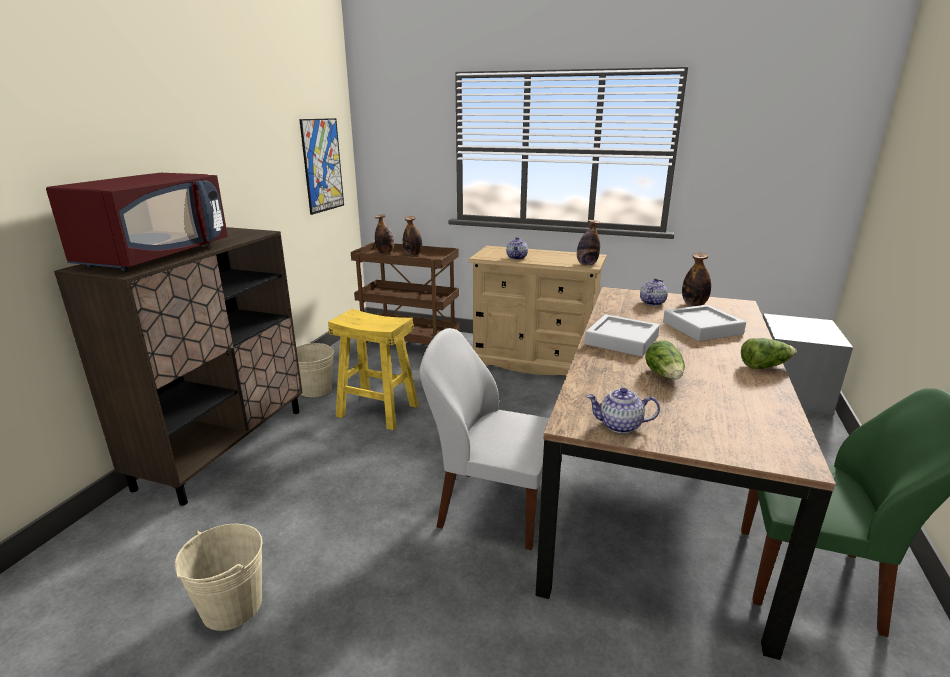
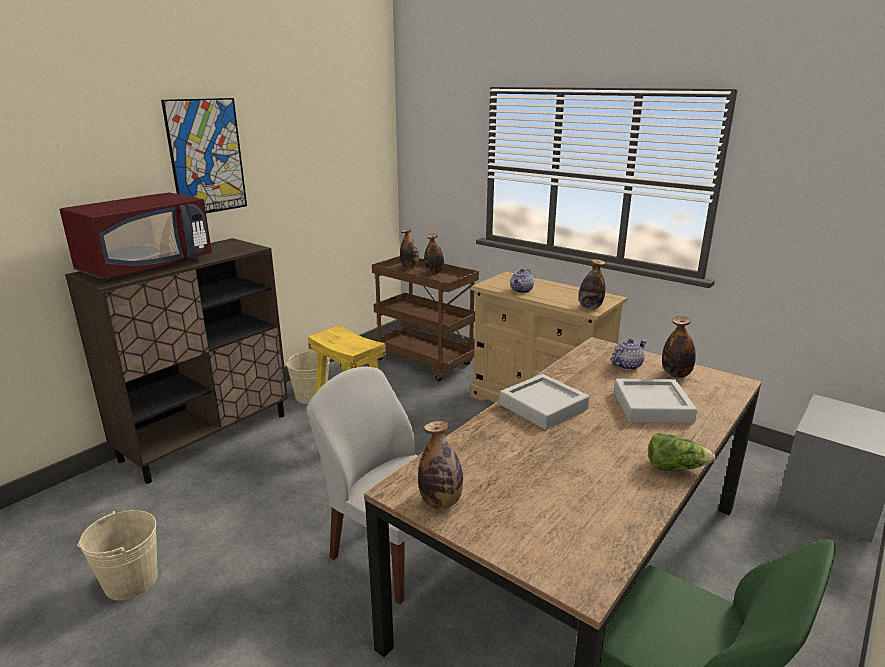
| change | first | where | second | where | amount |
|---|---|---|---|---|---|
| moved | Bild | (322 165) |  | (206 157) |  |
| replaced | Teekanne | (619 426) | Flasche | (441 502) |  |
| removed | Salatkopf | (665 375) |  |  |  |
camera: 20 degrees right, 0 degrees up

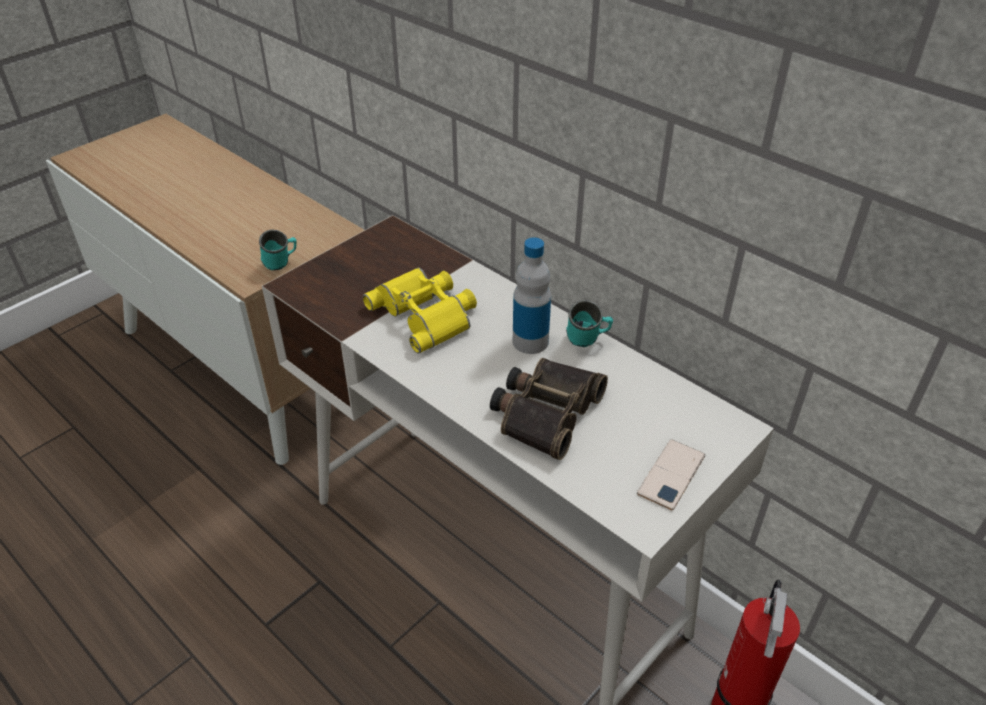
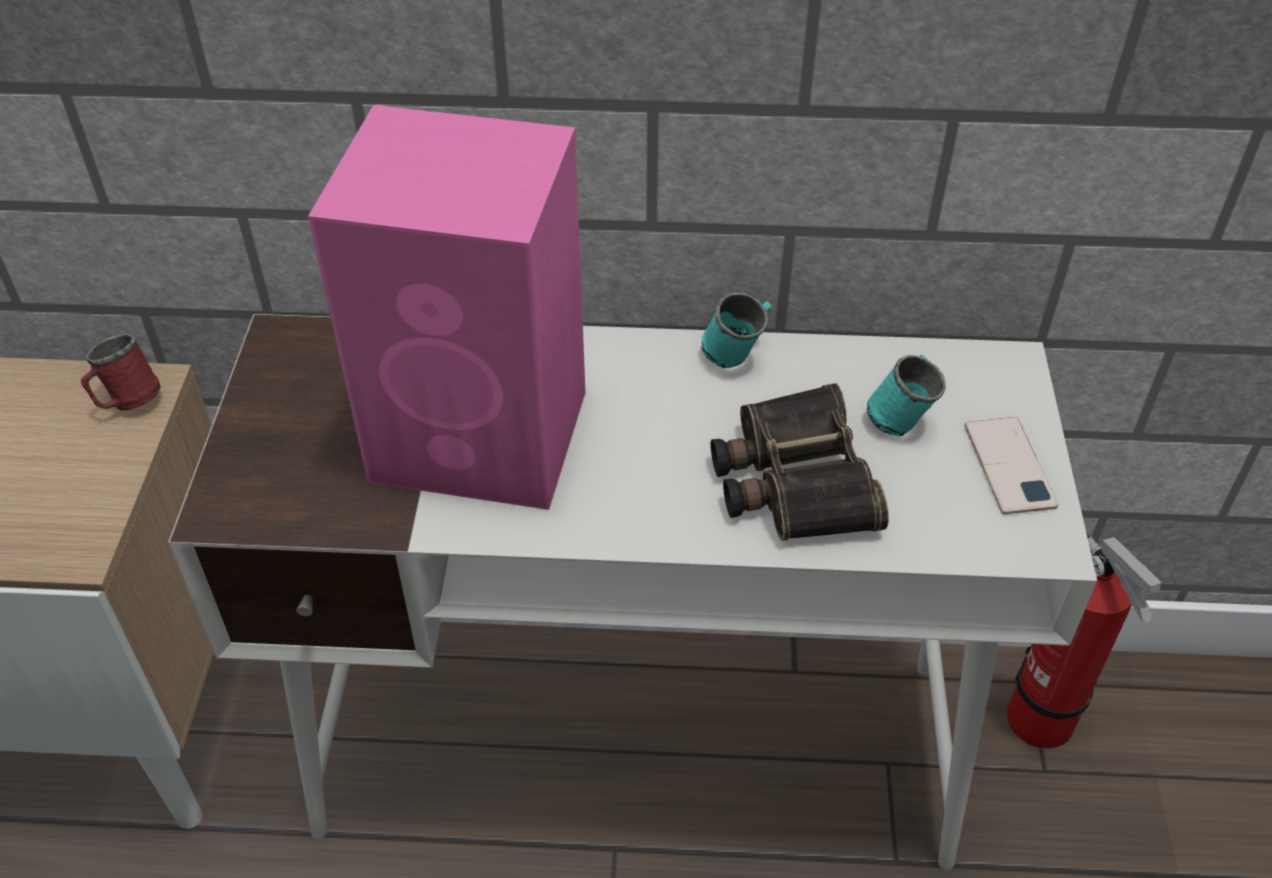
| change | first | where | second | where | amount |
|---|---|---|---|---|---|
| added |  |  | Henkelbecher [rot] | (127 402) |  |
| replaced | Fernglas [gelb] | (426 314) | Lautsprecher [rosa] | (485 437) |  |
| moved | Henkelbecher [türkis] | (282 265) |  | (901 417) |  |
| removed | Flasche | (530 341) |  |  |  |
camera: 40 degrees left, 5 degrees up

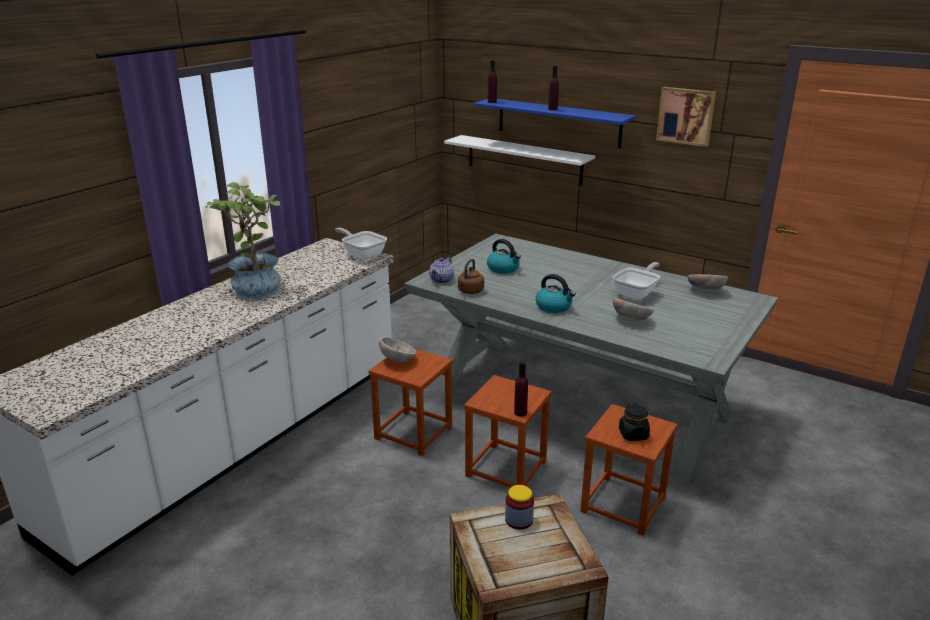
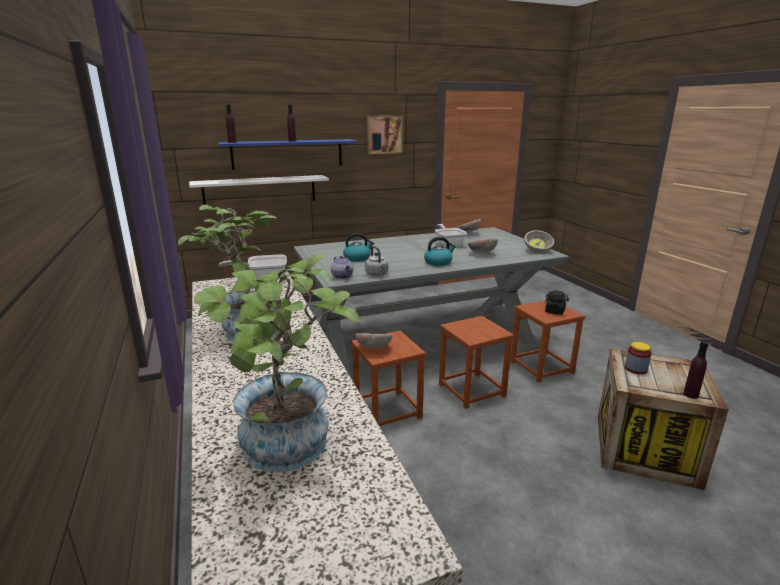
| change | first | where | second | where | amount |
|---|---|---|---|---|---|
| added |  |  | Topfpflanze | (287 452) |  |
| recoloured | Wasserkessel [braun] | (470 291) | Wasserkessel [grau] | (377 274) |  |
| added |  |  | Schüssel | (538 251) |  |
| moved | Flasche [lila] | (520 412) |  | (690 395) |  |
camera: 55 degrees left, 5 degrees down

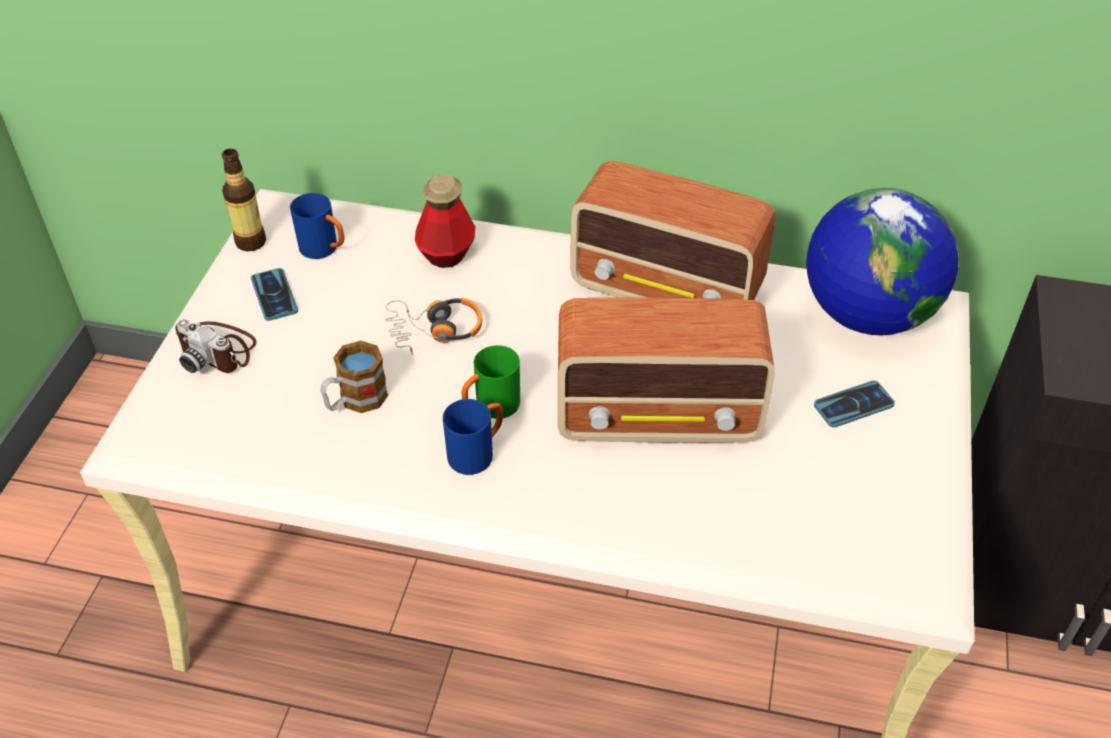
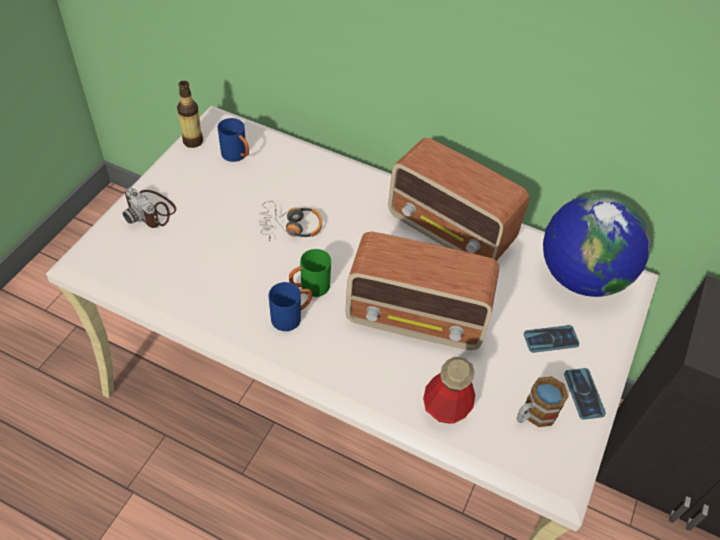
| change | first | where | second | where | amount |
|---|---|---|---|---|---|
| moved | Flasche | (446 254) |  | (446 407) |  |
| moved | Henkelbecher | (355 400) |  | (534 415) |  |
| moved | Handy | (274 295) |  | (584 394) |  |
camera: 10 degrees right, 5 degrees up

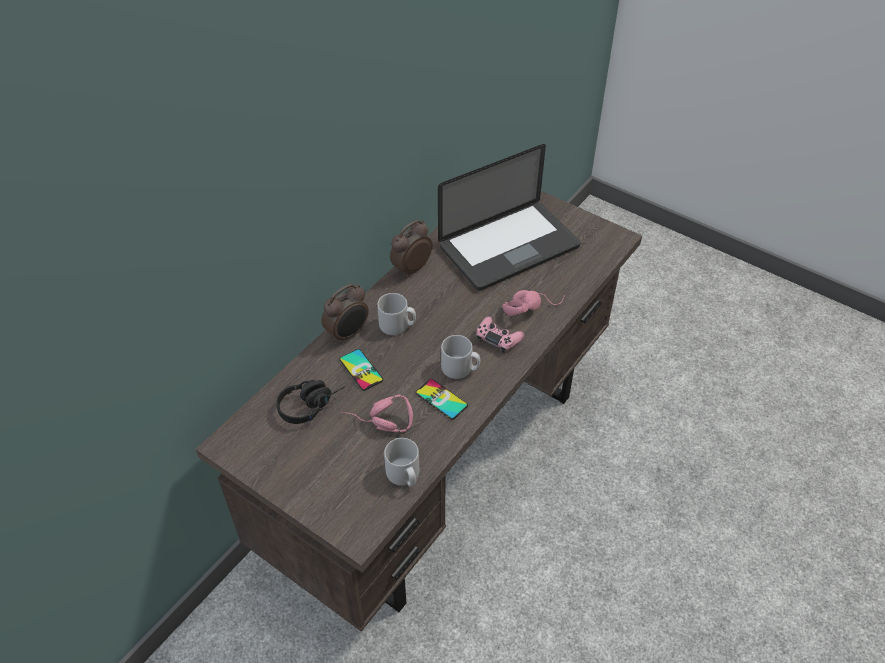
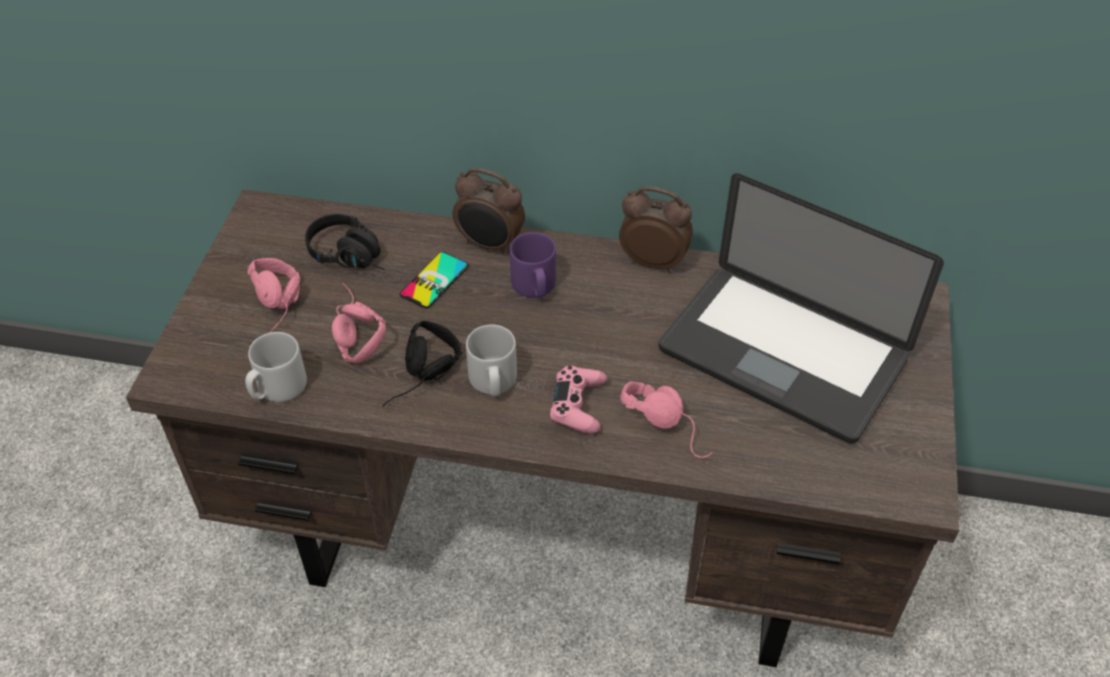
| change | first | where | second | where | amount |
|---|---|---|---|---|---|
| added |  |  | Kopfhörer [rosa] | (283 310) |  |
| replaced | Handy | (441 399) | Kopfhörer [schwarz] | (425 381) |  |
| recoloured | Henkelbecher [grau] | (397 325) | Henkelbecher [lila] | (534 287) |  |
camera: 65 degrees right, 0 degrees up

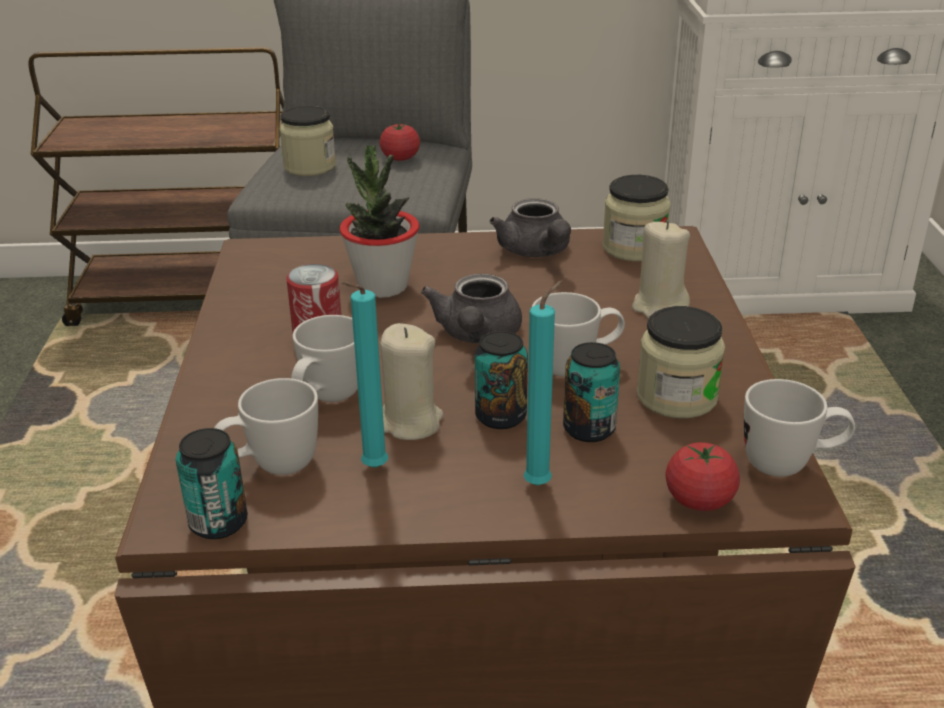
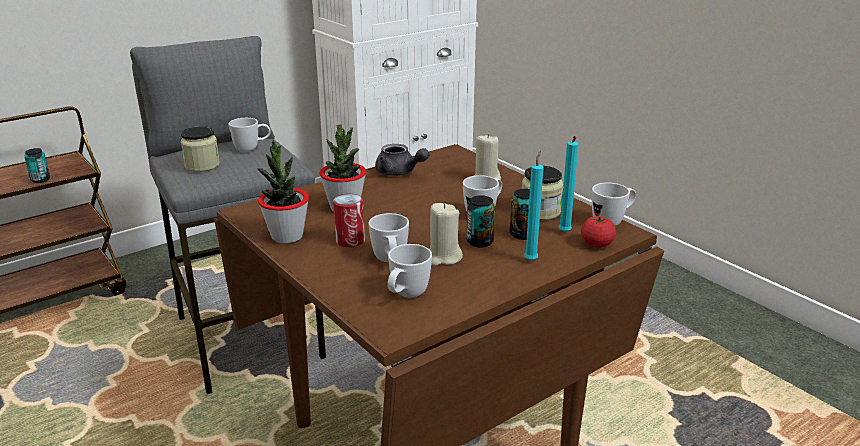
| change | first | where | second | where | amount |
|---|---|---|---|---|---|
| moved | Dose | (218 523) |  | (40 179) |  |
| replaced | Tomate | (400 158) | Henkelbecher [weiß] | (252 149) |  |
| added |  |  | Topfpflanze | (287 236) |  |
| moved | Kerze [türkis] | (371 469) |  | (564 233) |  |
| removed | Teekanne [grau] | (476 336) |  |  |  |
| removed | Vorratsglas | (634 248) |  |  |  |
camera: 35 degrees left, 5 degrees down

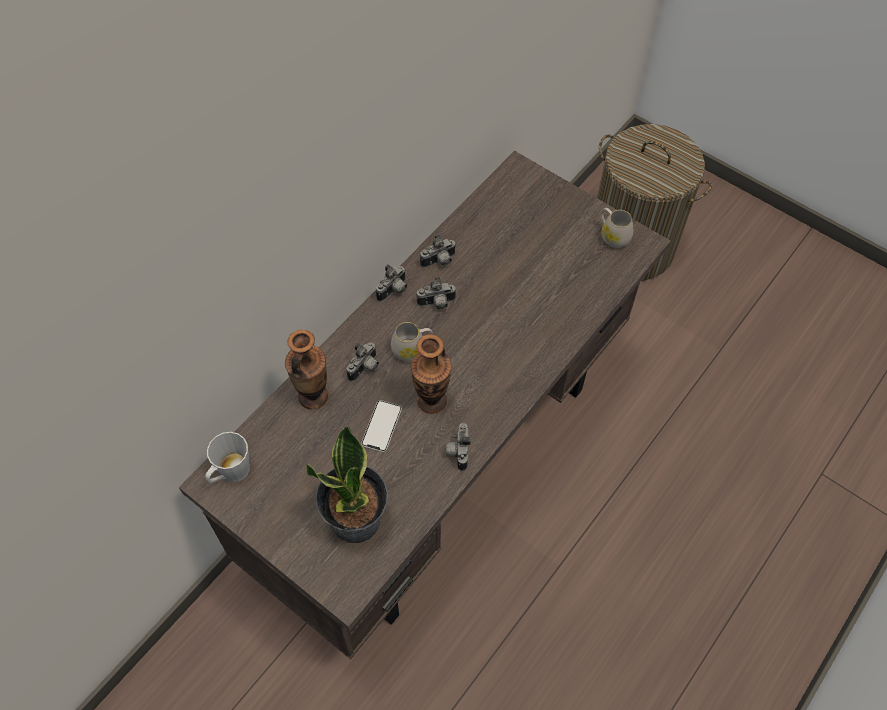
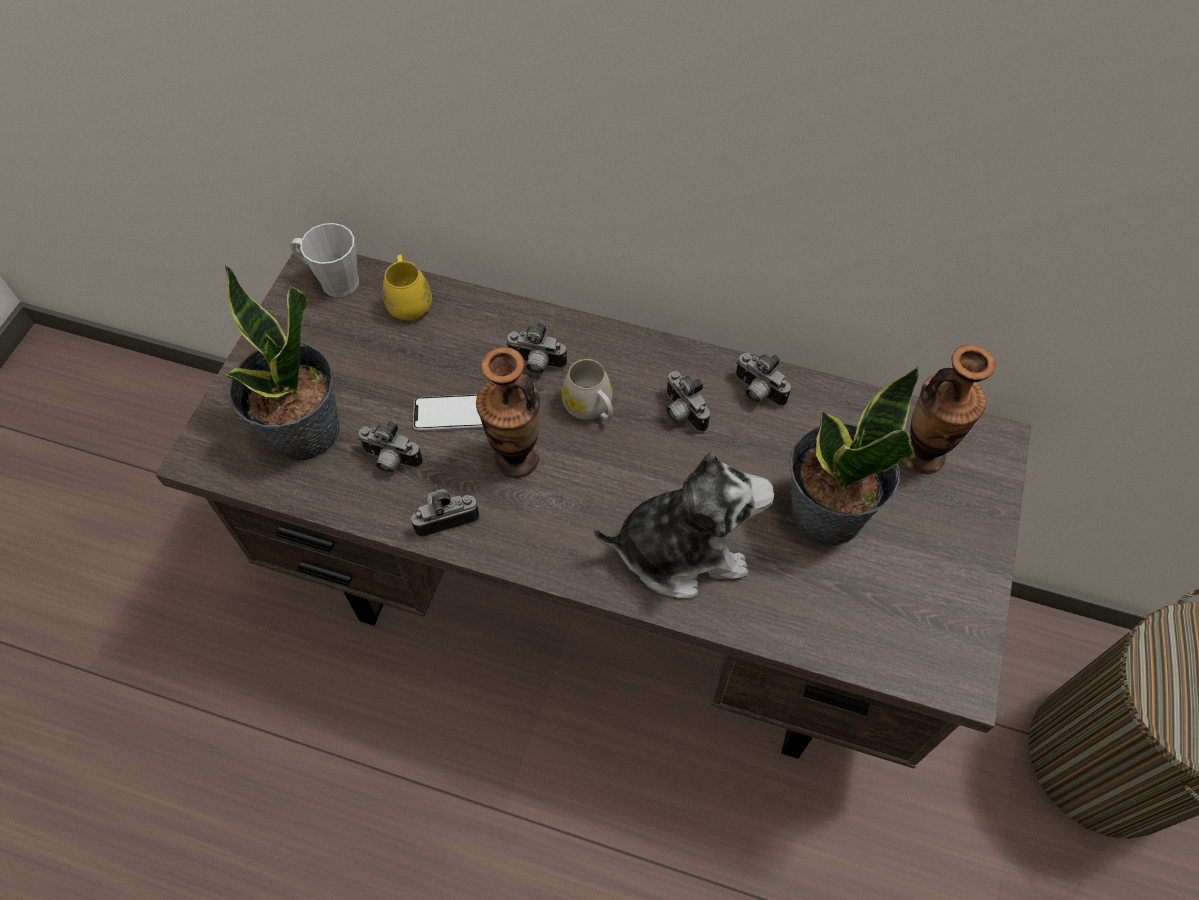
| change | first | where | second | where | amount |
|---|---|---|---|---|---|
| moved | Kamera | (394 291) |  | (390 461) |  |
| added |  |  | Henkelbecher [gelb] | (409 301) |  |
| added |  |  | Plüschtier | (681 548) |  |
| added |  |  | Topfpflanze | (825 513) |  |
| moved | Vase | (313 396) |  | (922 455) |  |
| removed | Henkelbecher [weiß] | (612 235) |  |  |  |
camera: 70 degrees right, 0 degrees up

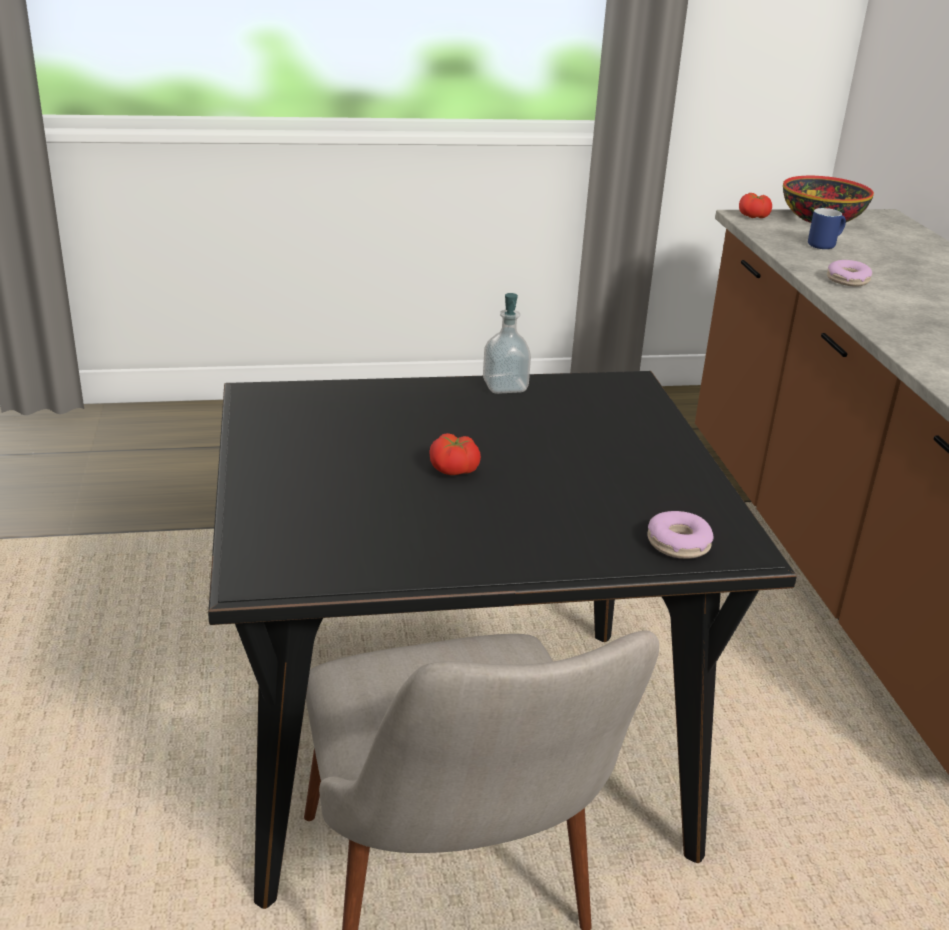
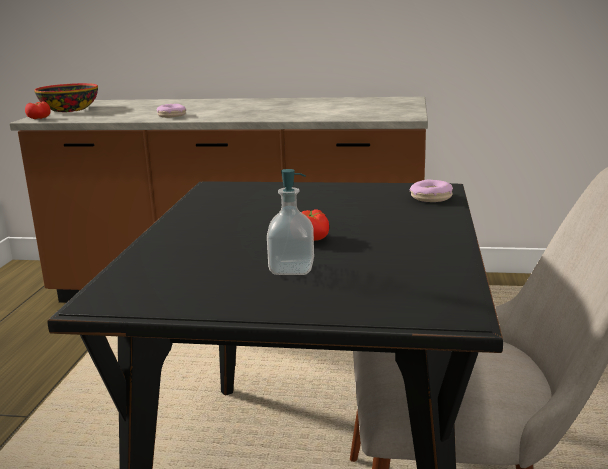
| change | first | where | second | where | amount |
|---|---|---|---|---|---|
| moved | Seifenspender | (505 386) |  | (291 269) |  |
| removed | Henkelbecher [blau] | (823 244) |  |  |  |
camera: 70 degrees left, 10 degrees down

